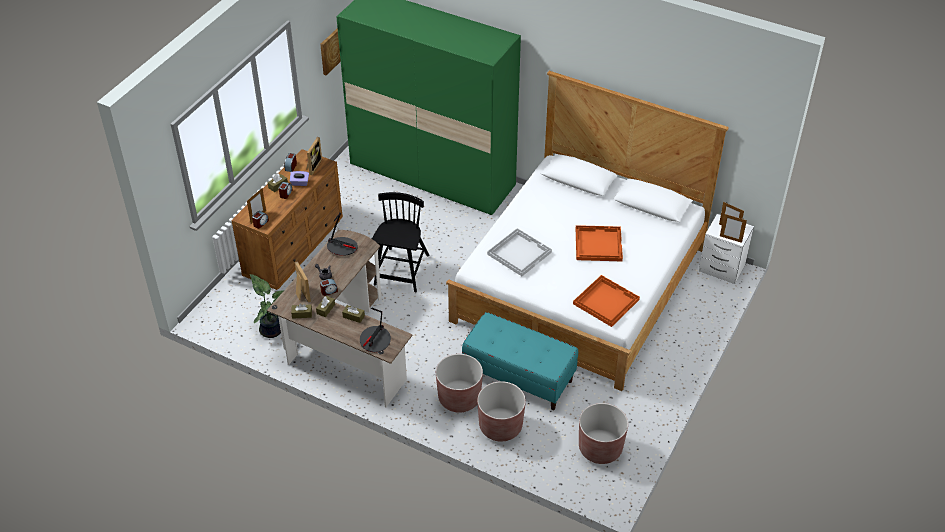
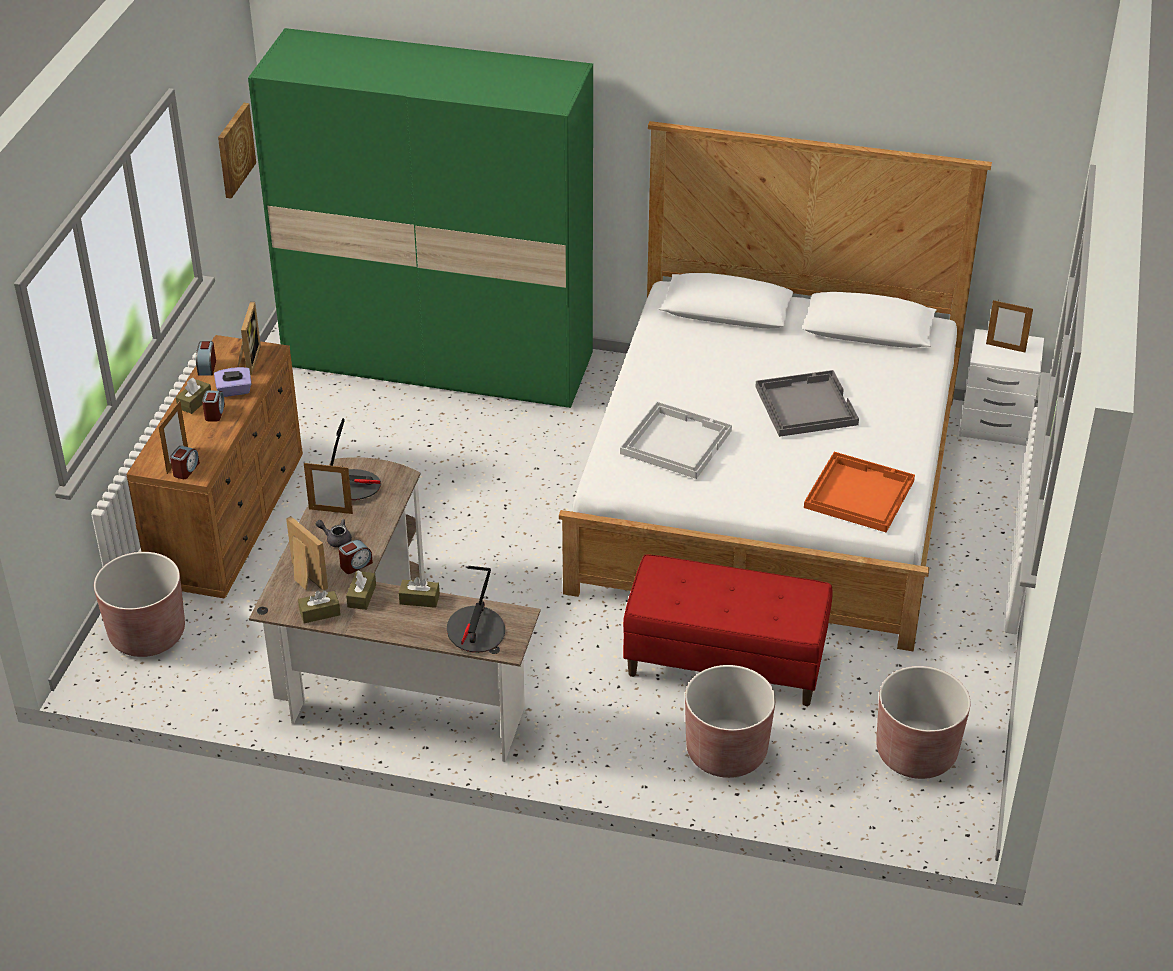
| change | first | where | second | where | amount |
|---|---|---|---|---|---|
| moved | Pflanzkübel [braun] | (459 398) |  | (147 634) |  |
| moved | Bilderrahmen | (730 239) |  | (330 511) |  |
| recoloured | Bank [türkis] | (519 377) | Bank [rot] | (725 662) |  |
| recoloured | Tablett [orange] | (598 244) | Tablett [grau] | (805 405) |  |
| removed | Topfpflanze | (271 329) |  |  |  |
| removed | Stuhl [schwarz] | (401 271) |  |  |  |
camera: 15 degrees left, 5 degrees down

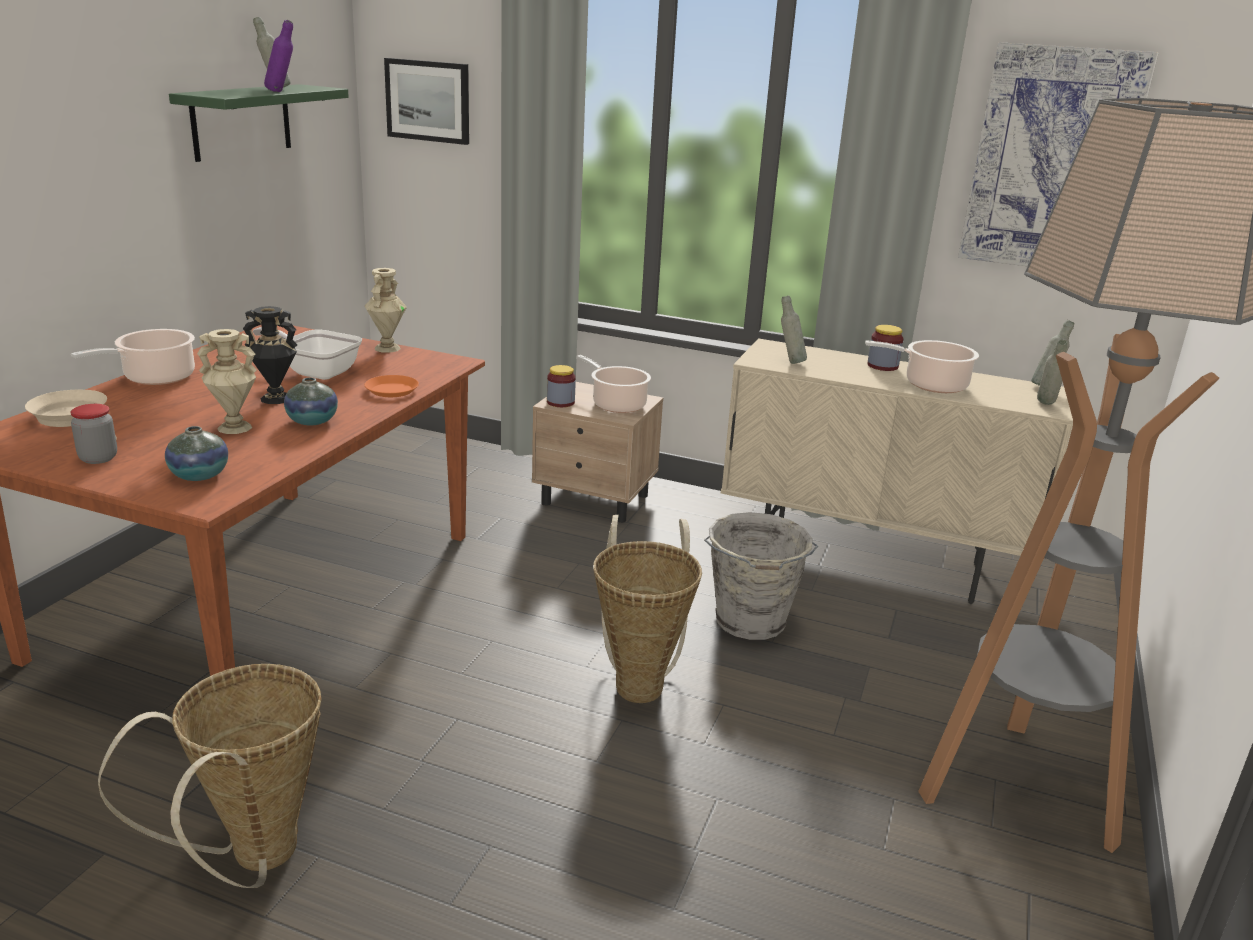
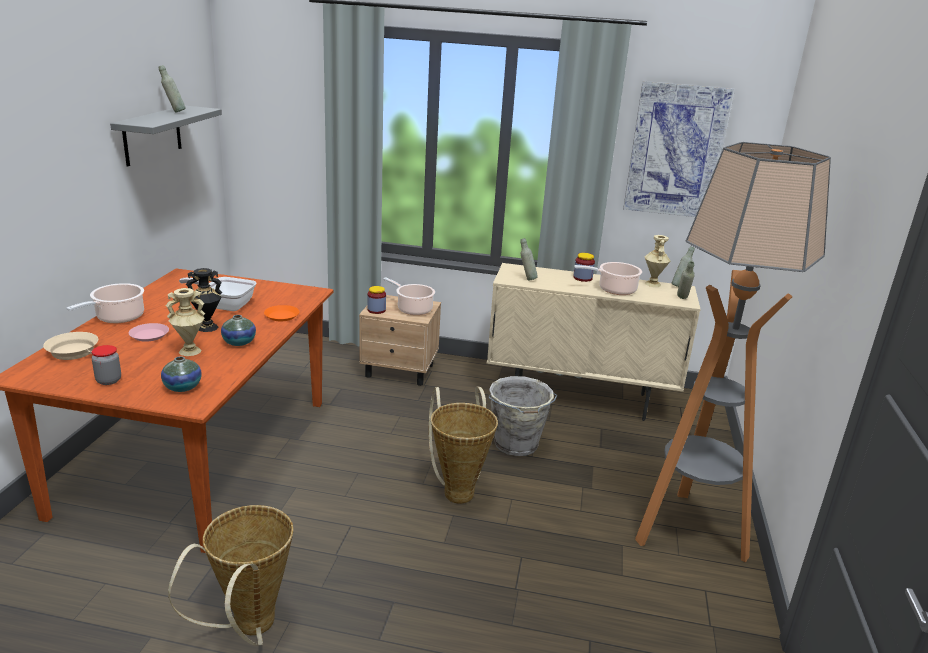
| change | first | where | second | where | amount |
|---|---|---|---|---|---|
| recoloured | Wandregal [grün] | (241 121) | Wandregal [grau] | (152 135) |  |
| added |  |  | Teller [rosa] | (149 335) |  |
| moved | Vase [beige] | (387 348) |  | (652 284) |  |
| removed | Flasche [lila] | (282 92) |  |  |  |
| removed | Bild | (428 101) |  |  |  |
camera: 10 degrees left, 0 degrees up

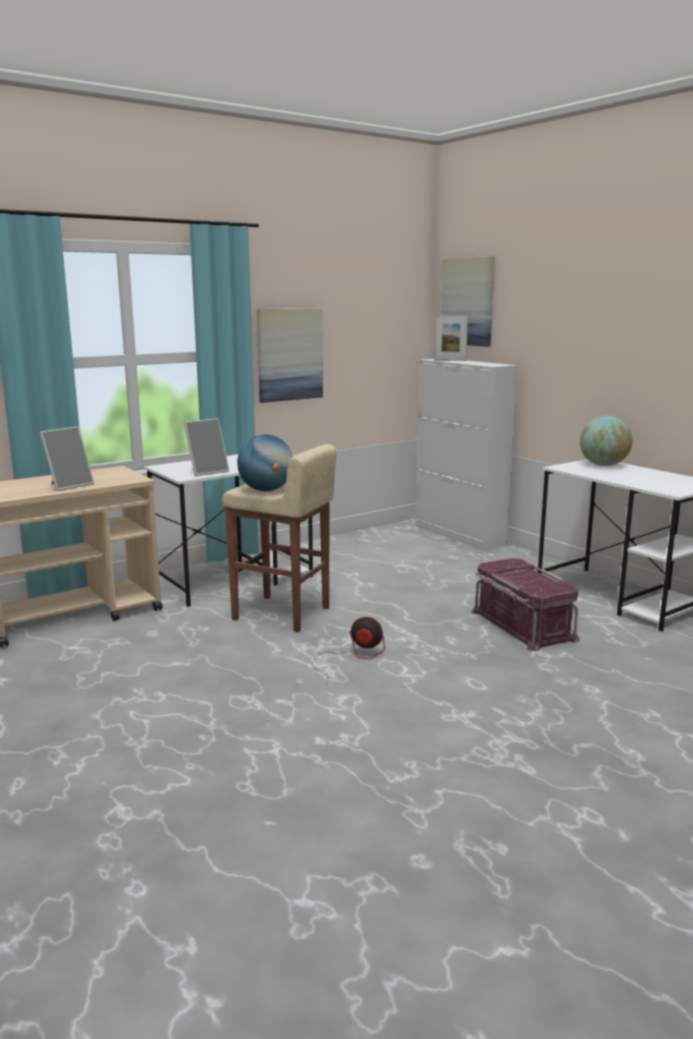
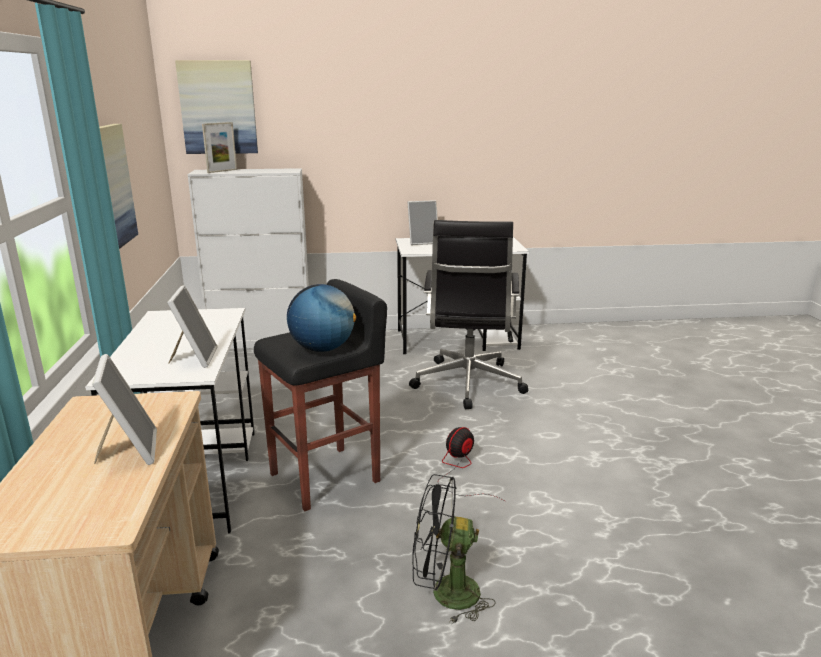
| change | first | where | second | where | amount |
|---|---|---|---|---|---|
| recoloured | Hocker [beige] | (282 614) | Hocker [schwarz] | (327 477) |  |
| replaced | Globus | (603 465) | Bilderrahmen | (423 242) |  |
| replaced | Aufbewahrungsbox [rot] | (521 625) | Bürostuhl [schwarz] | (467 384) |  |
| added |  |  | Ventilator [schwarz] | (445 594) |  |
camera: 60 degrees left, 5 degrees up

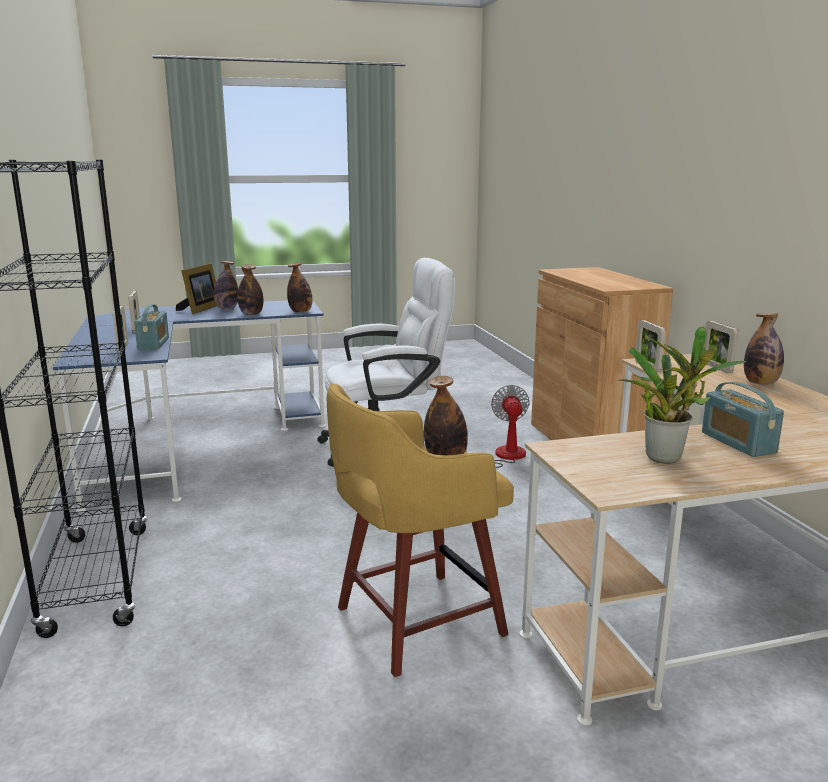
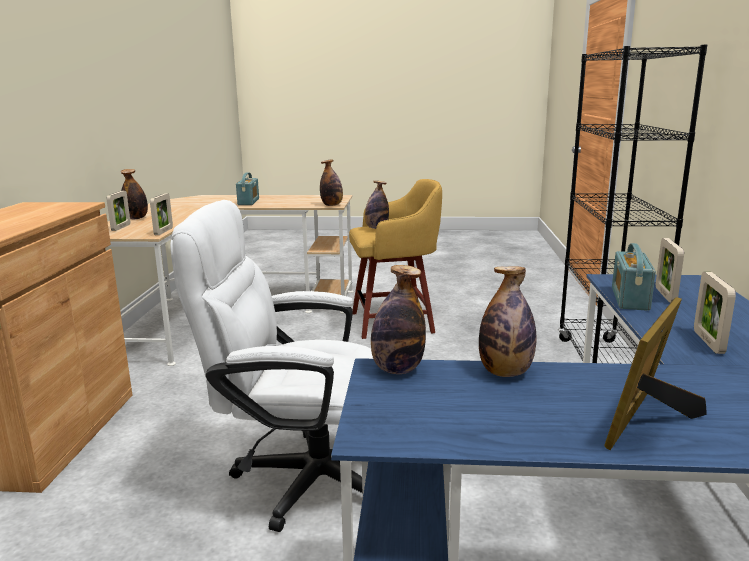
| change | first | where | second | where | amount |
|---|---|---|---|---|---|
| moved | Flasche | (226 309) |  | (332 205) |  |
| removed | Ventilator | (502 457) |  |  |  |
| removed | Topfpflanze | (666 457) |  |  |  |
camera: 160 degrees left, 0 degrees up

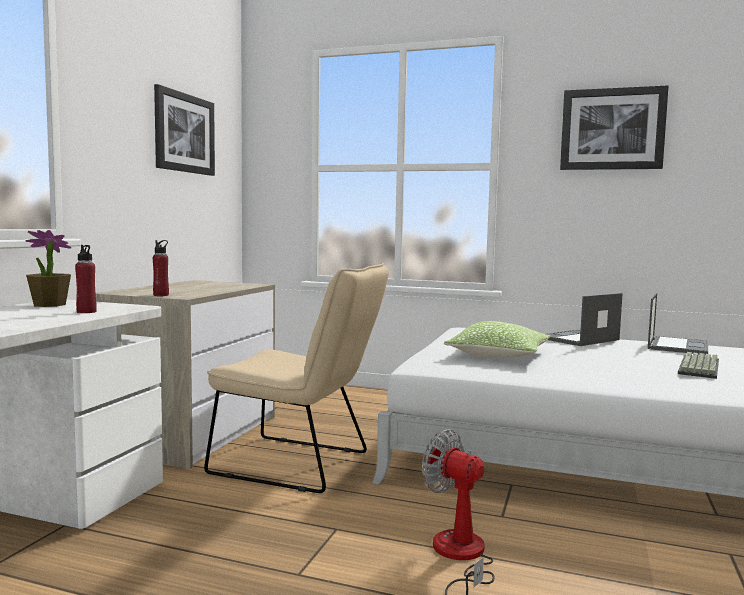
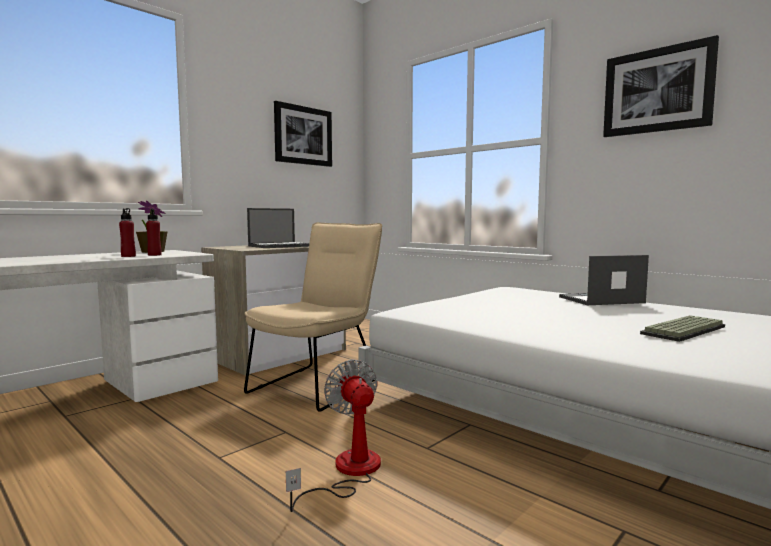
| change | first | where | second | where | amount |
|---|---|---|---|---|---|
| moved | Flasche [rot] | (161 295) |  | (128 256) |  |
| turned | Stuhl [beige] | (300 465) |  | (320 384) | 105 degrees counterclockwise |
| moved | Laptop | (677 346) |  | (280 246) |  |
| removed | Kissen | (498 356) |  |  |  |
camera: 25 degrees right, 0 degrees up

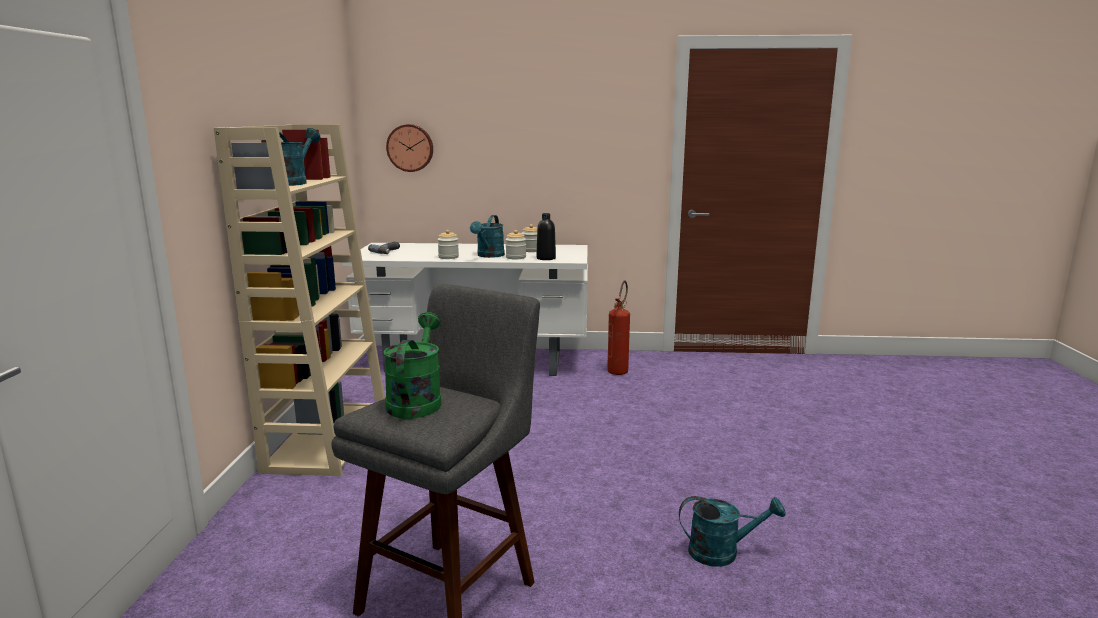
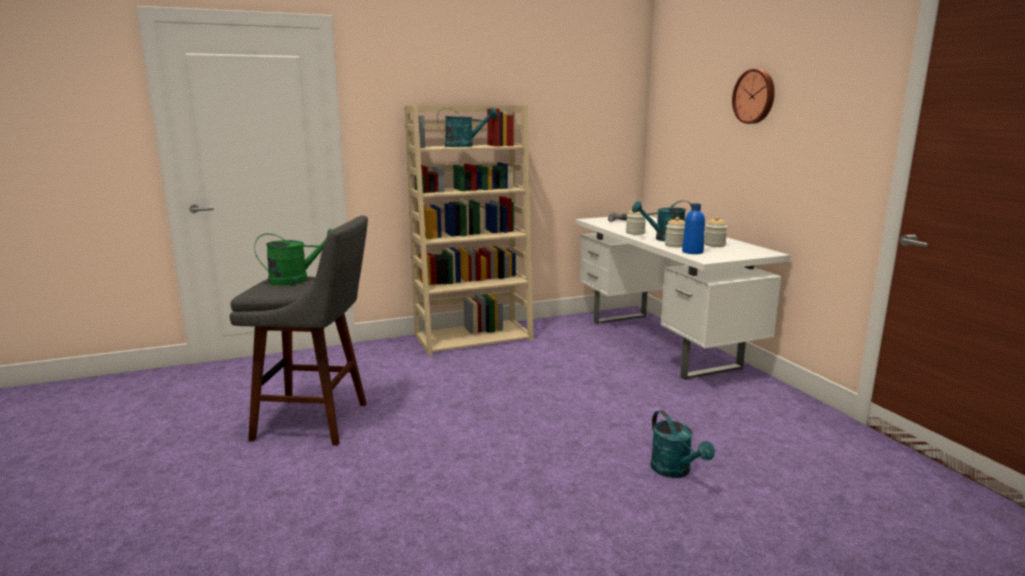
| change | first | where | second | where | amount |
|---|---|---|---|---|---|
| moved | Gießkanne [türkis] | (722 552) |  | (675 471) |  |
| recoloured | Flasche [schwarz] | (546 258) | Flasche [blau] | (692 252) |  |
| moved | Wanduhr | (410 148) |  | (755 96) |  |
| removed | Feuerlöscher | (619 369) |  |  |  |
camera: 65 degrees right, 0 degrees up

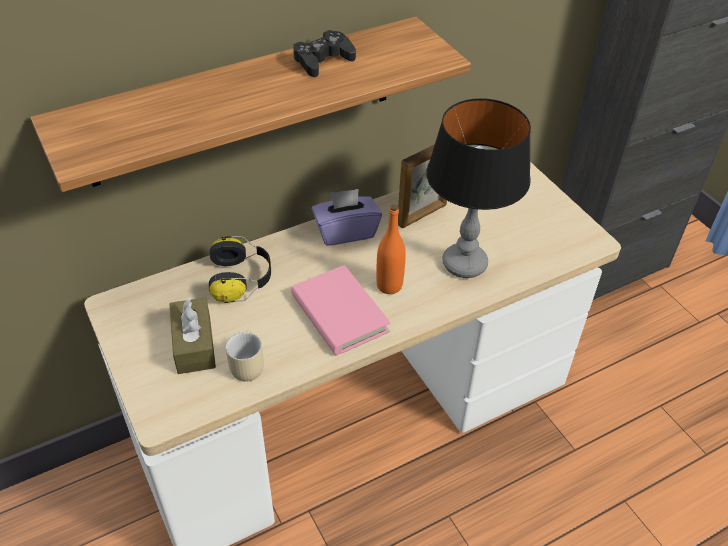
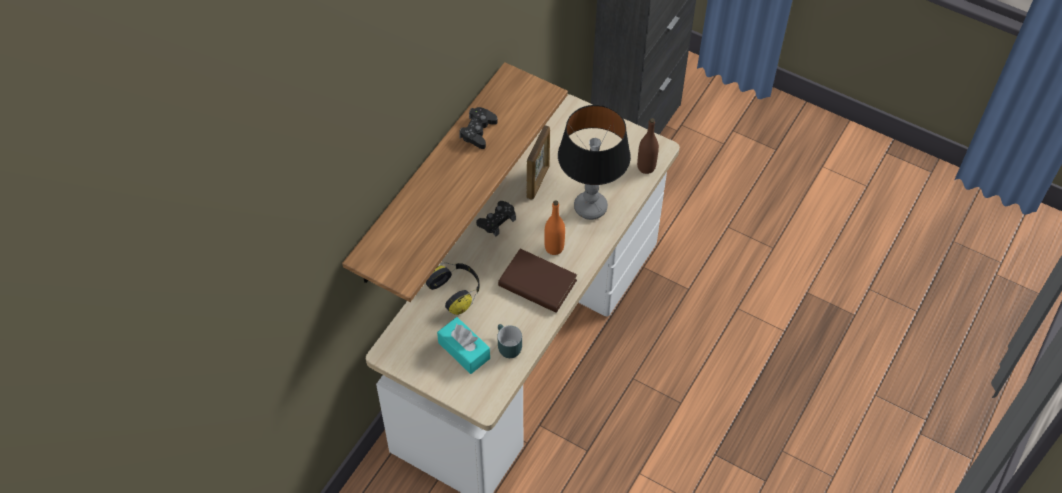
| change | first | where | second | where | amount |
|---|---|---|---|---|---|
| recoloured | Taschentuchbox [braun] | (194 344) | Taschentuchbox [türkis] | (464 350) |  |
| replaced | Taschentuchbox [lila] | (346 232) | Gamepad [schwarz] | (497 221) |  |
| recoloured | Henkelbecher [beige] | (245 365) | Henkelbecher [türkis] | (506 347) |  |
| recoloured | Buch [rosa] | (339 313) | Buch [braun] | (537 283) |  |
| added |  |  | Flasche [braun] | (646 167) |  |
camera: 30 degrees left, 10 degrees up

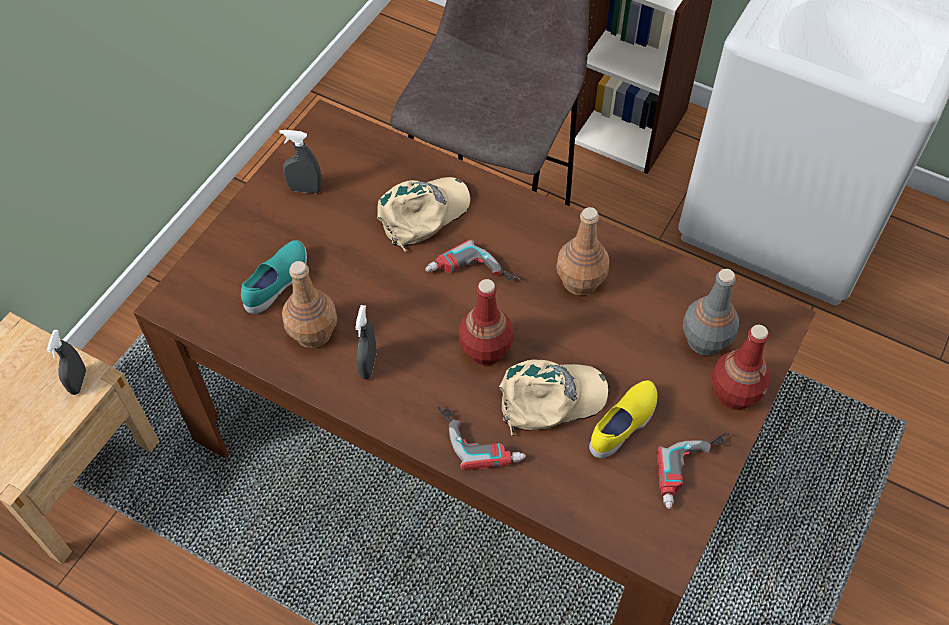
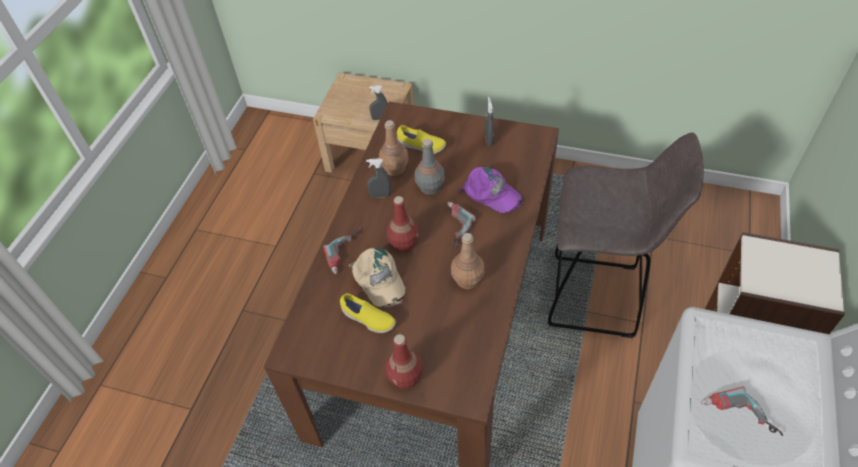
| change | first | where | second | where | amount |
|---|---|---|---|---|---|
| recoloured | Schuh [türkis] | (277 284) | Schuh [gelb] | (421 147) |  |
| moved | Flasche [grau] | (704 339) |  | (430 186) |  |
| recoloured | Kappe [beige] | (423 213) | Kappe [lila] | (491 194) |  |
| moved | Bohrmaschine | (695 473) |  | (738 419) |  |
camera: 80 degrees right, 5 degrees down

